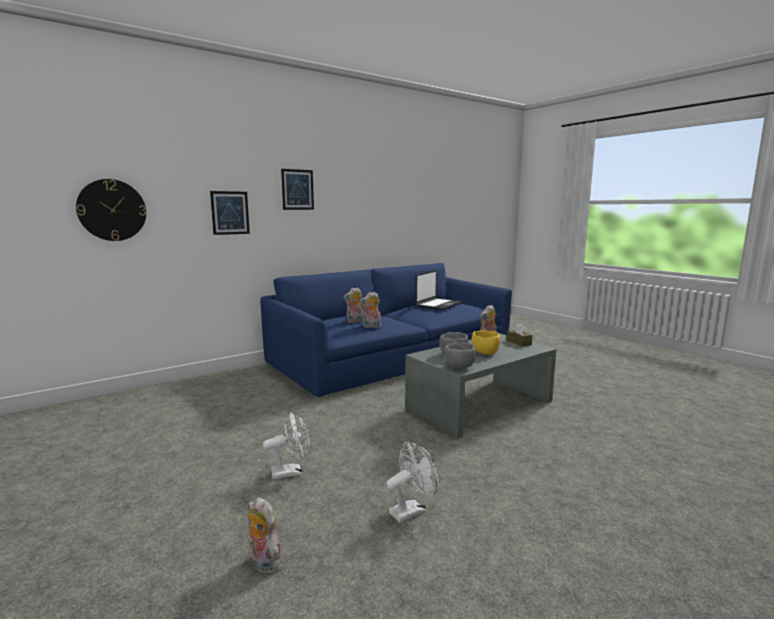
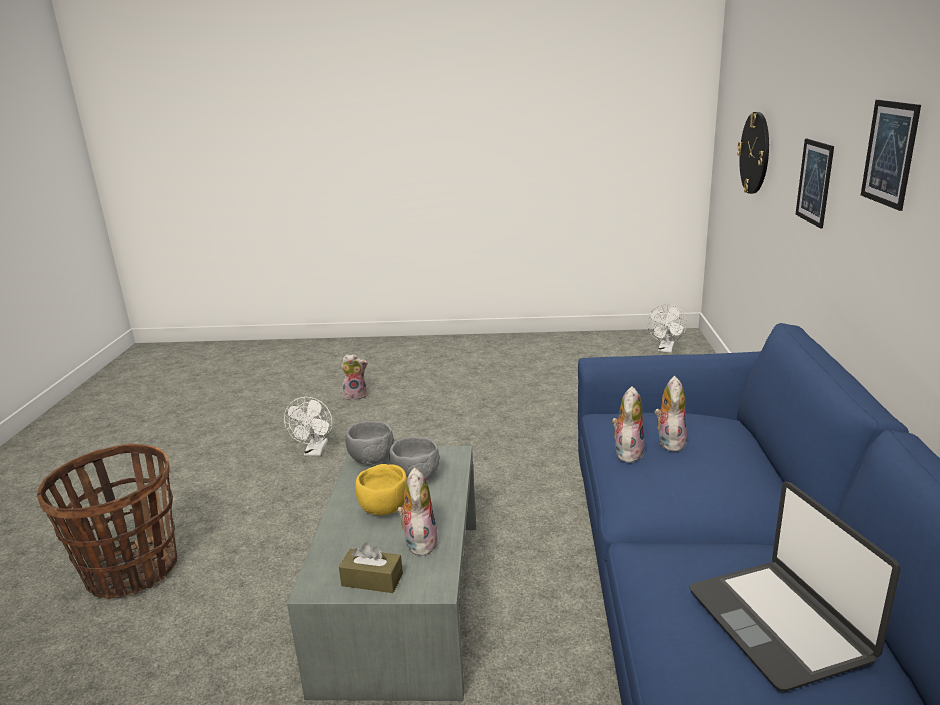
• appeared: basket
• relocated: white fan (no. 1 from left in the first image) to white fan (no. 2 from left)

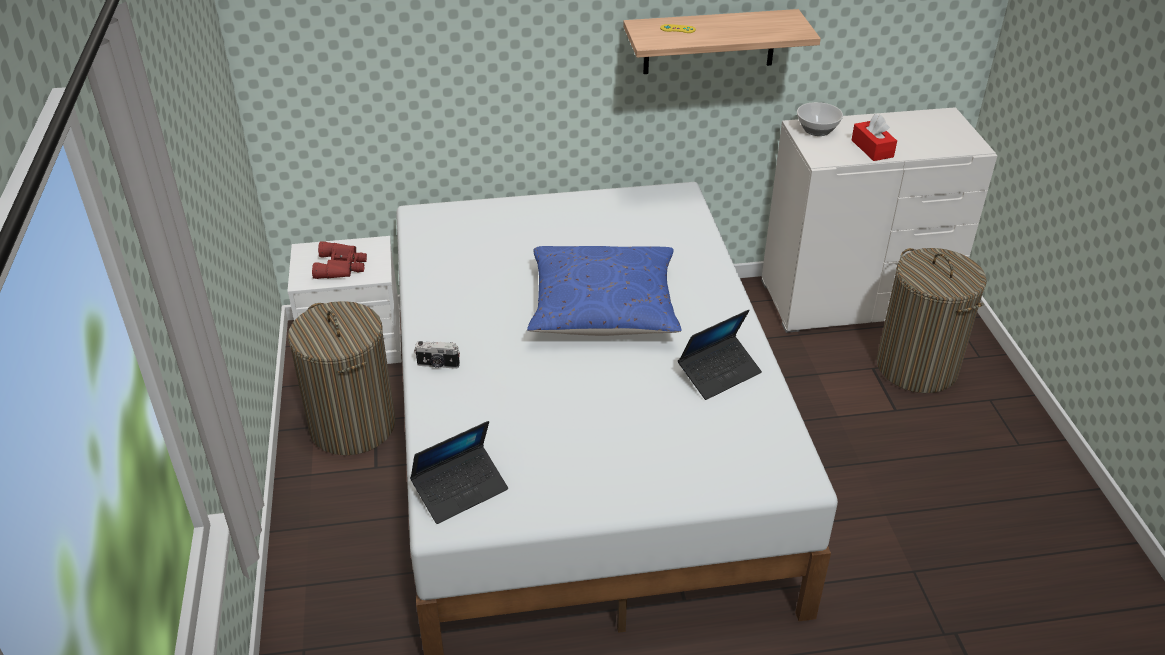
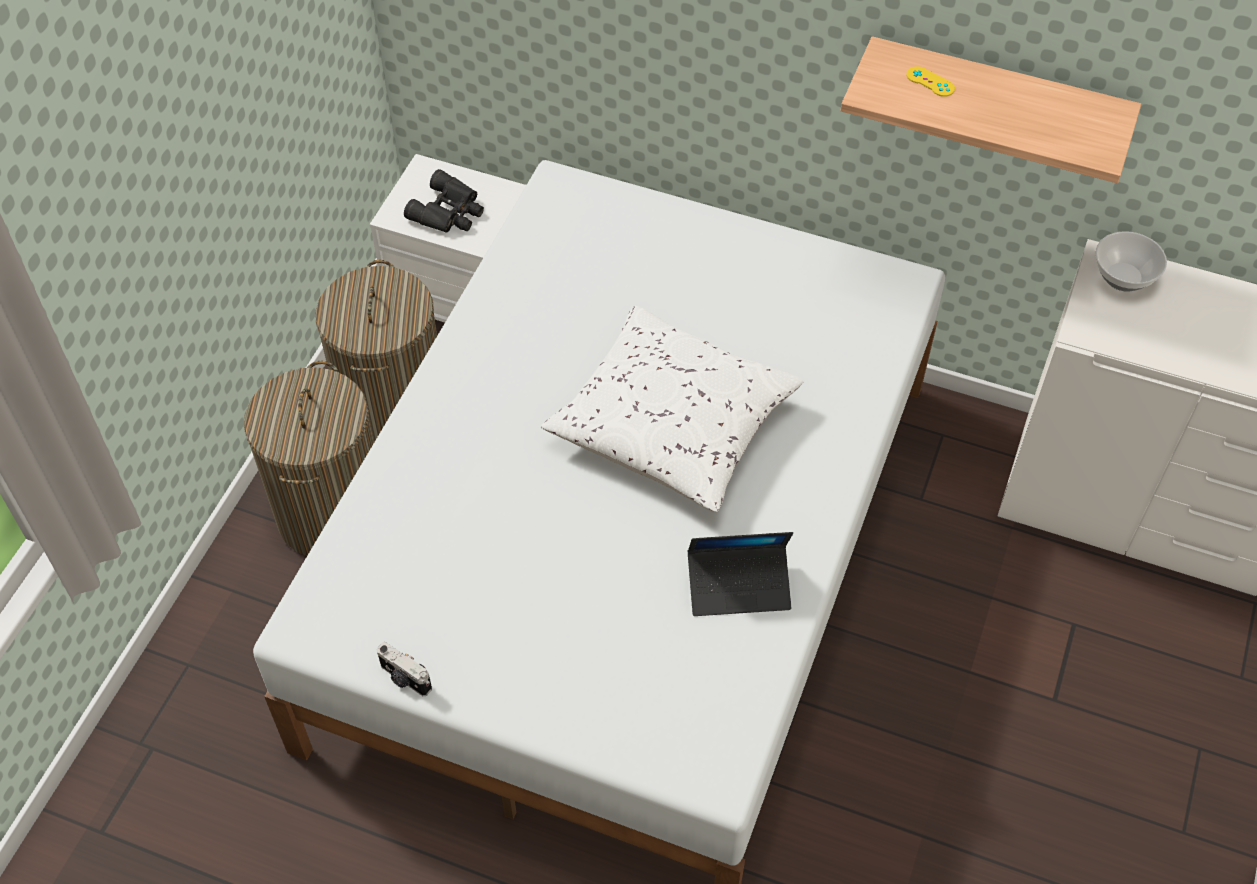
• relocated: laundry basket (no. 2 from left in the first image) to laundry basket (no. 1 from left)
• relocated: photo camera
• colour: red binoculars to black binoculars
• colour: blue pillow to white pillow
• missing: laptop (no. 1 from left)
• missing: red tissue box

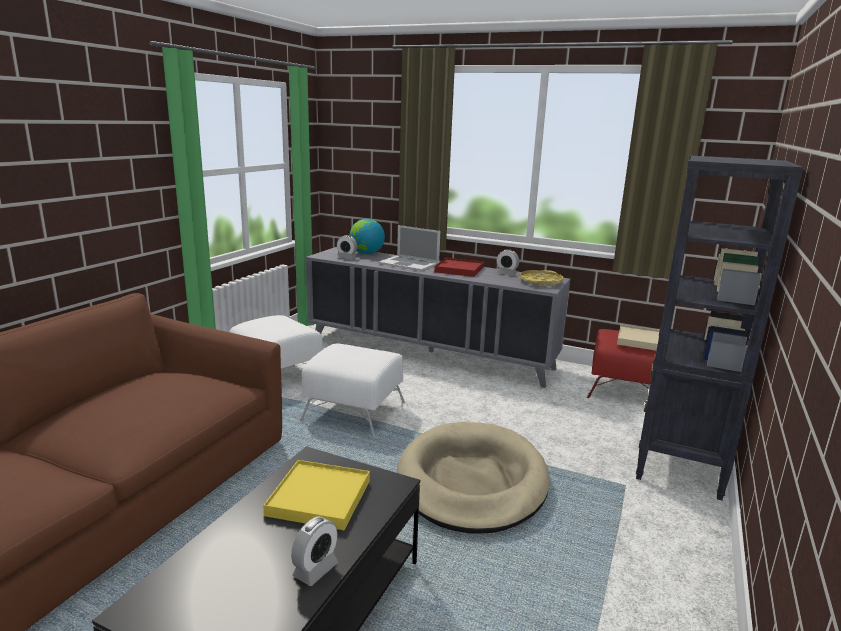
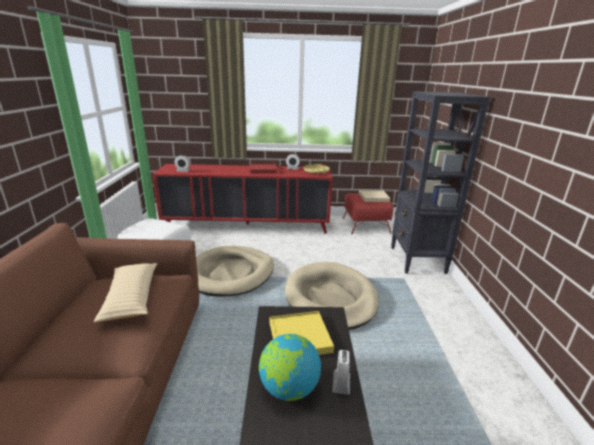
• appeared: beige pillow
• colour: grey cabinet to red cabinet
• exchanged: white ottoman (no. 2 from left) to beige dog bed (no. 1 from left)
• relocated: globe
• missing: laptop

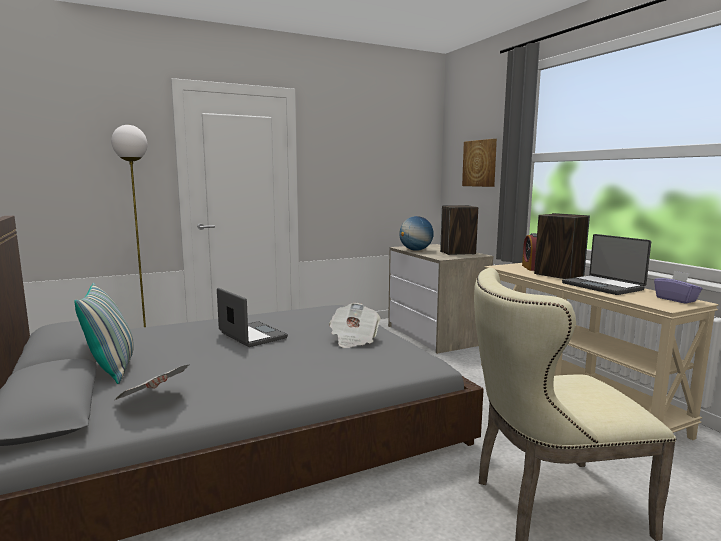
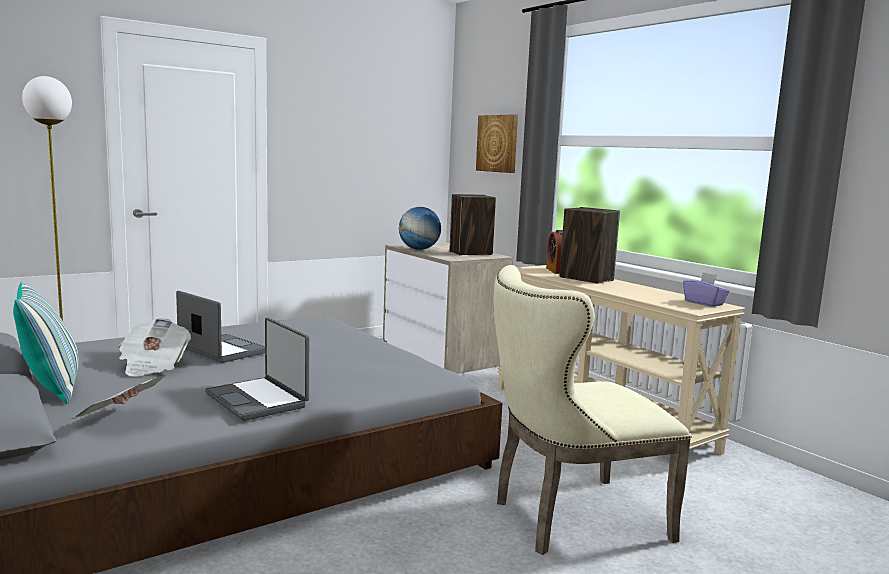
• relocated: newspaper (no. 2 from left)
• relocated: laptop (no. 2 from left)

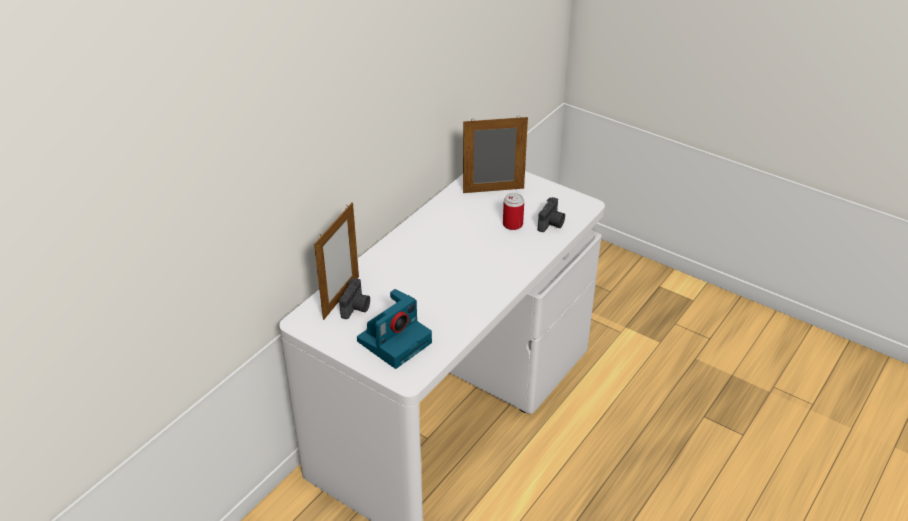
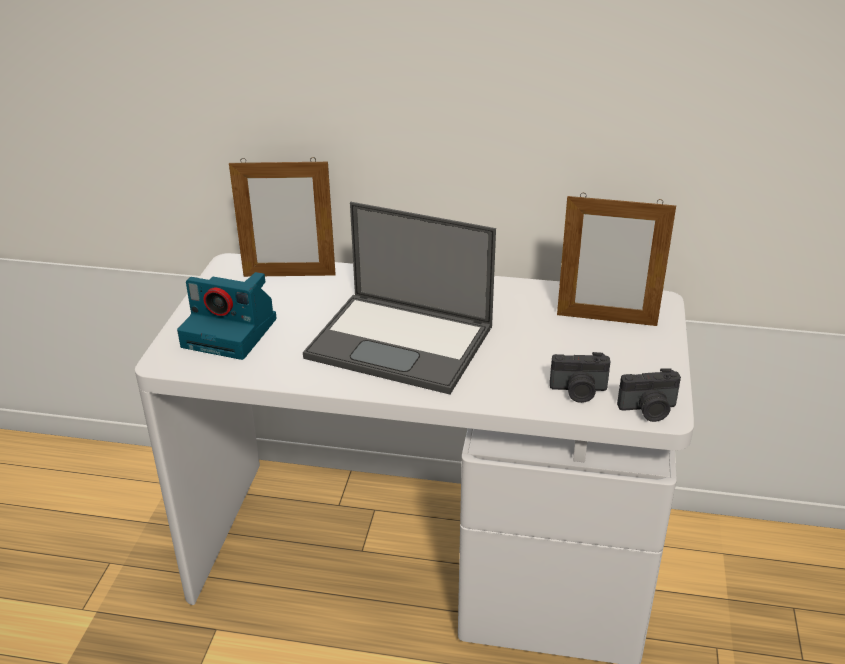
• appeared: laptop
• spun: picture frame (no. 2 from left) 135 degrees clockwise
• relocated: photo camera (no. 1 from left in the first image) to photo camera (no. 3 from left)
• missing: can

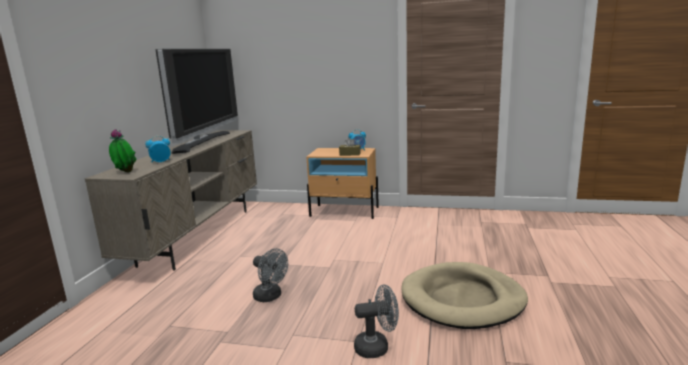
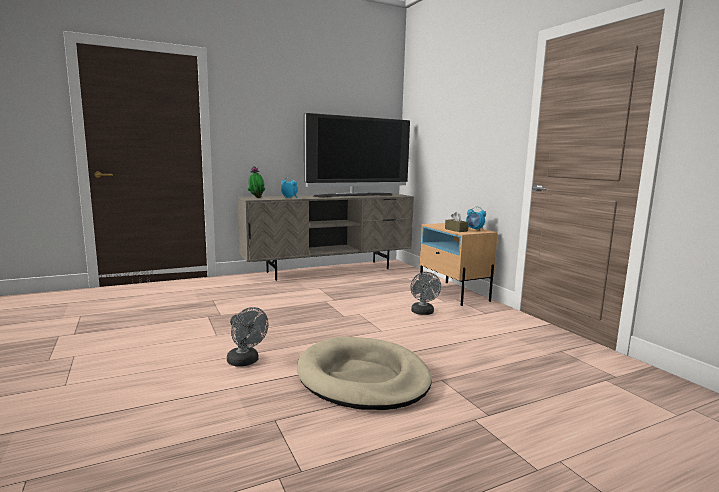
• relocated: grey fan (no. 1 from left in the first image) to grey fan (no. 2 from left)

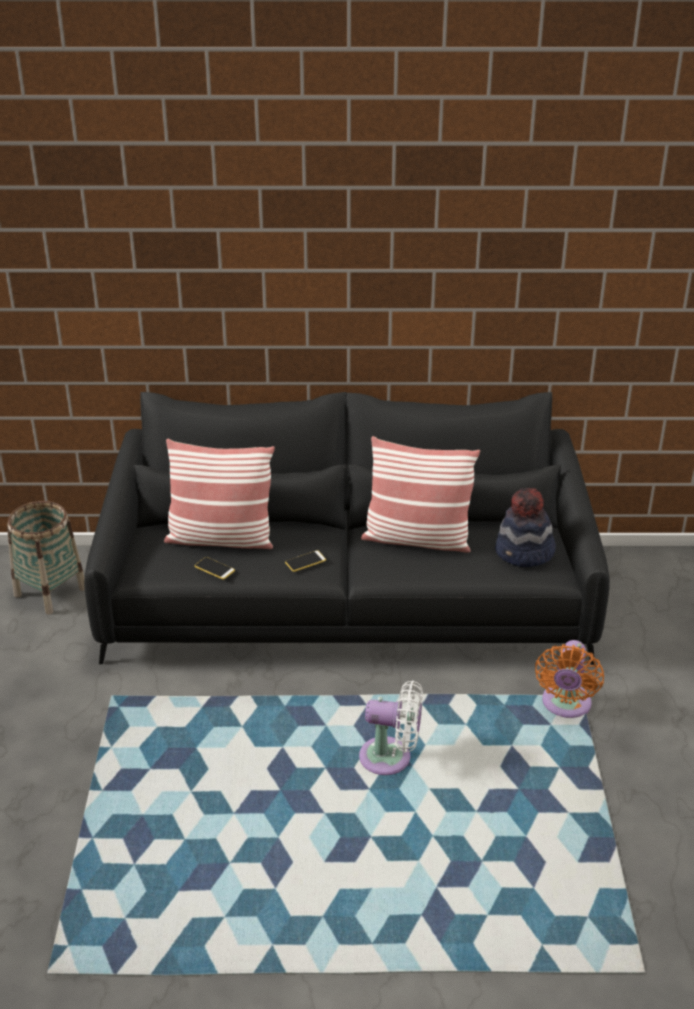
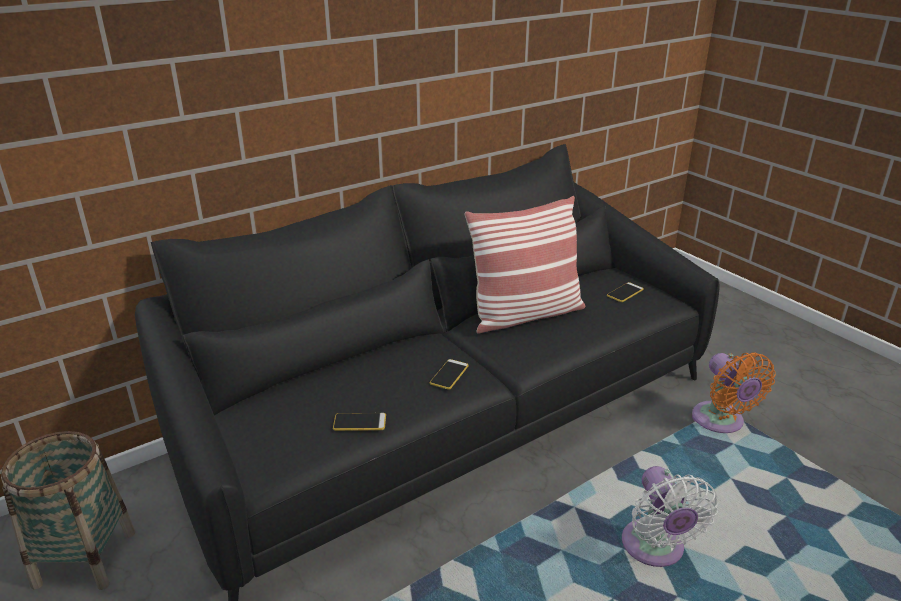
• exchanged: hat to phone (no. 3 from left)
• spun: white fan 105 degrees clockwise
• missing: pillow (no. 1 from left)

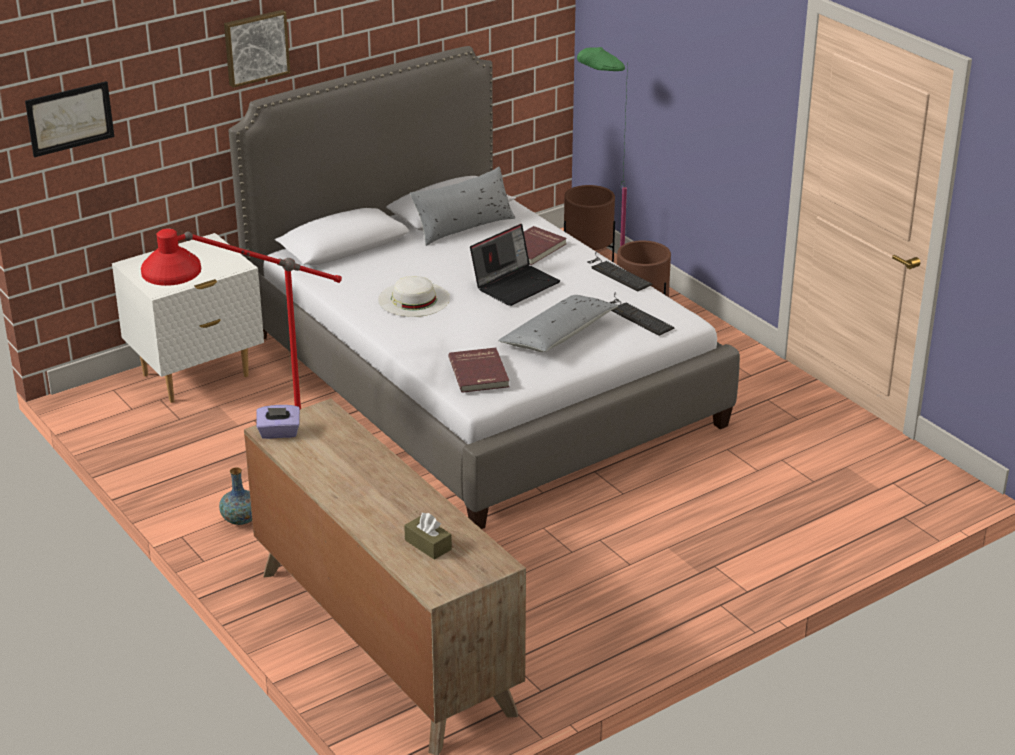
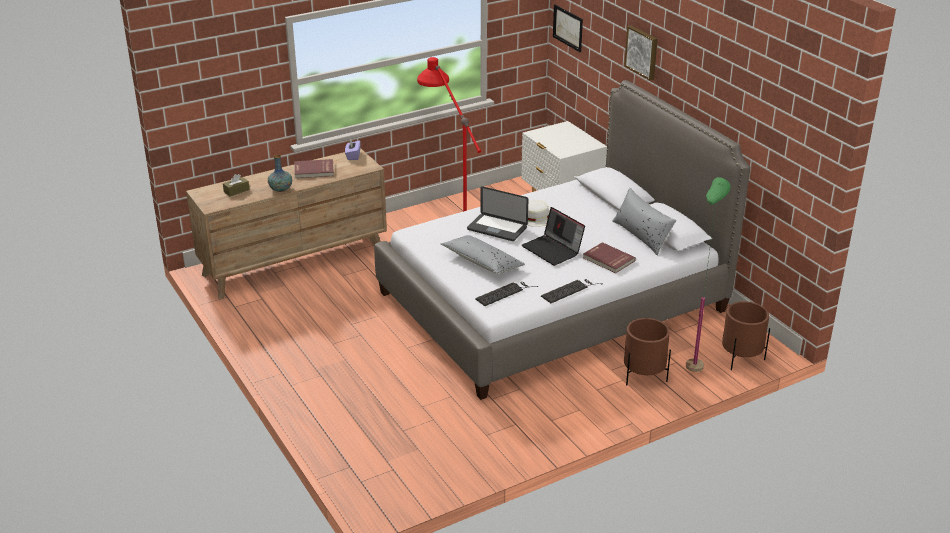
• relocated: vase
• relocated: red book (no. 1 from left)
• appeared: laptop (no. 1 from left)

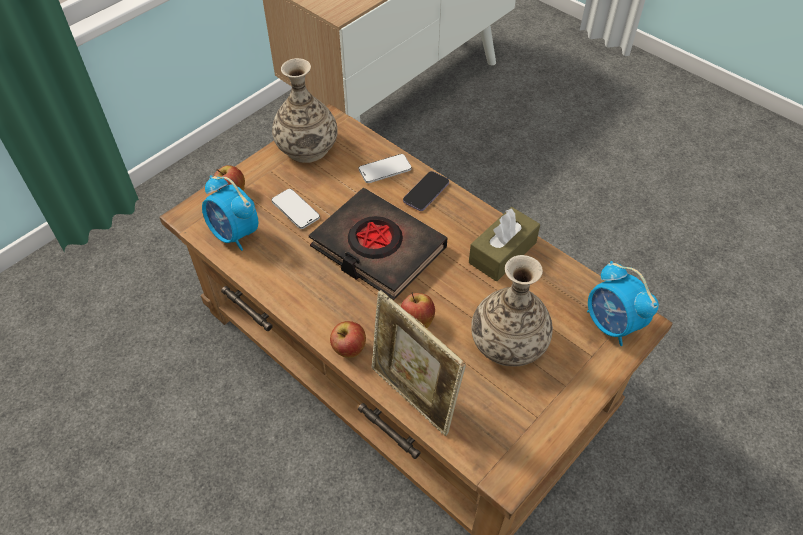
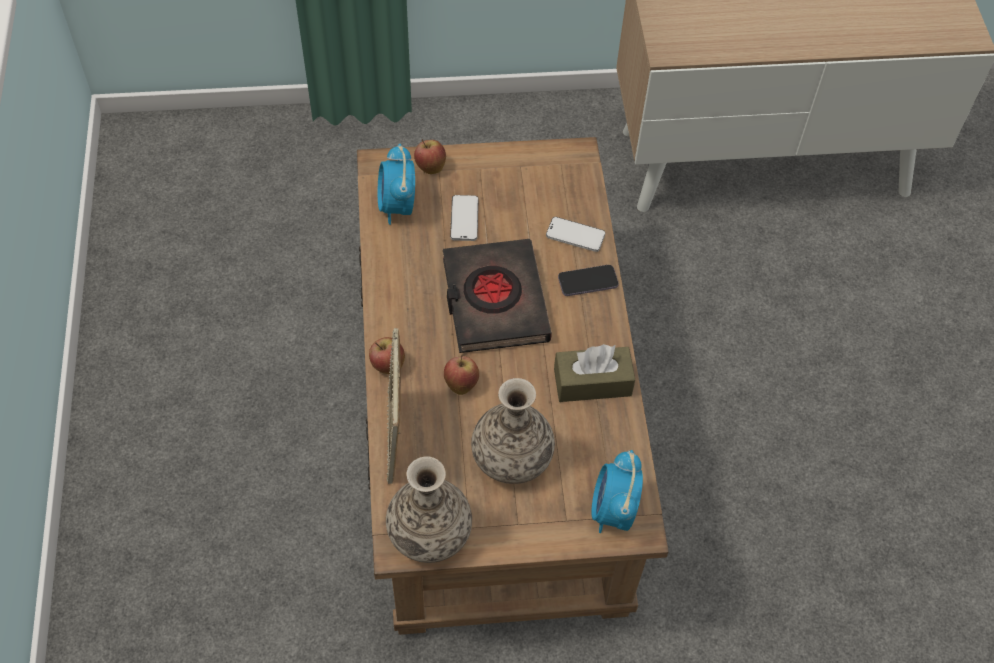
• relocated: vase (no. 1 from left)

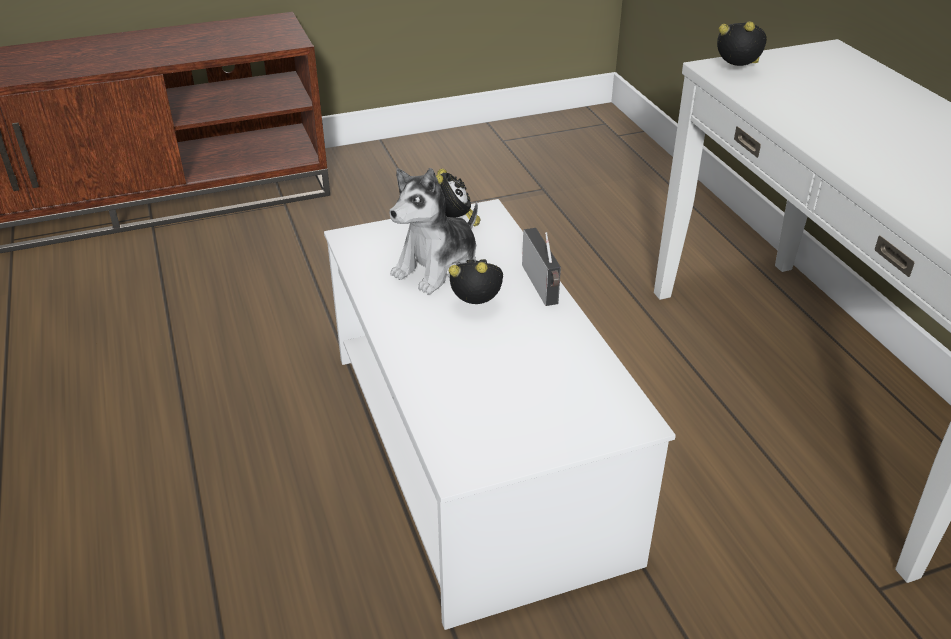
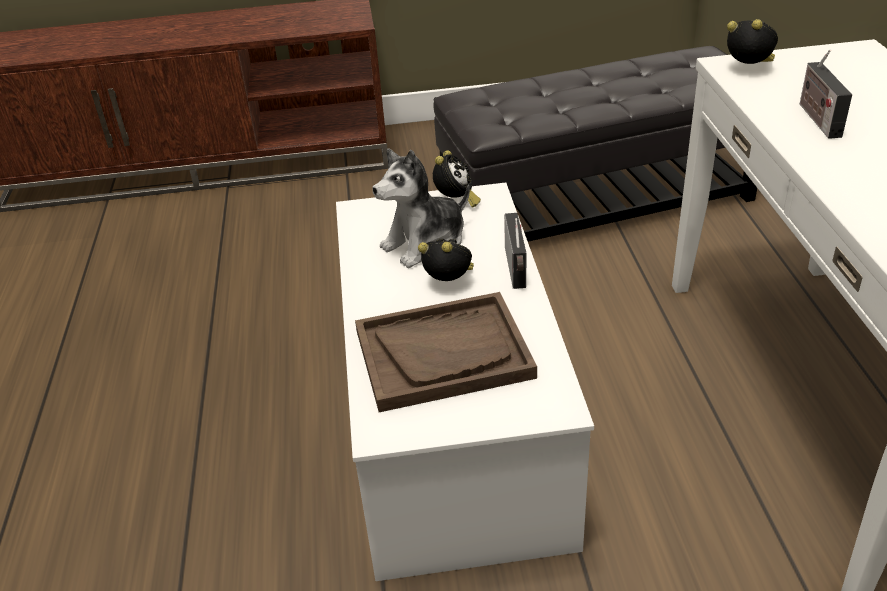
• appeared: brown tray
• appeared: black ottoman
• appeared: radio (no. 2 from left)

